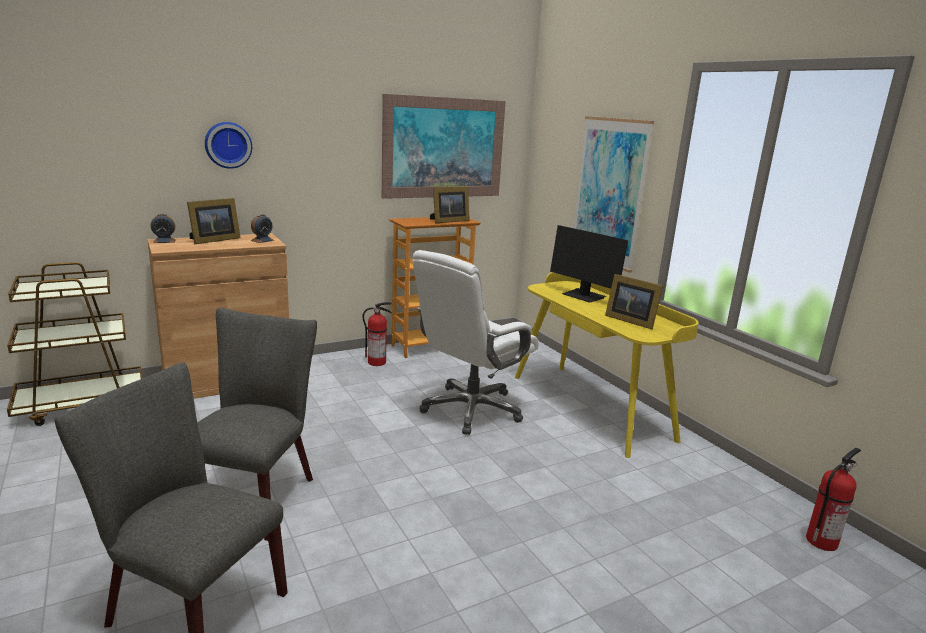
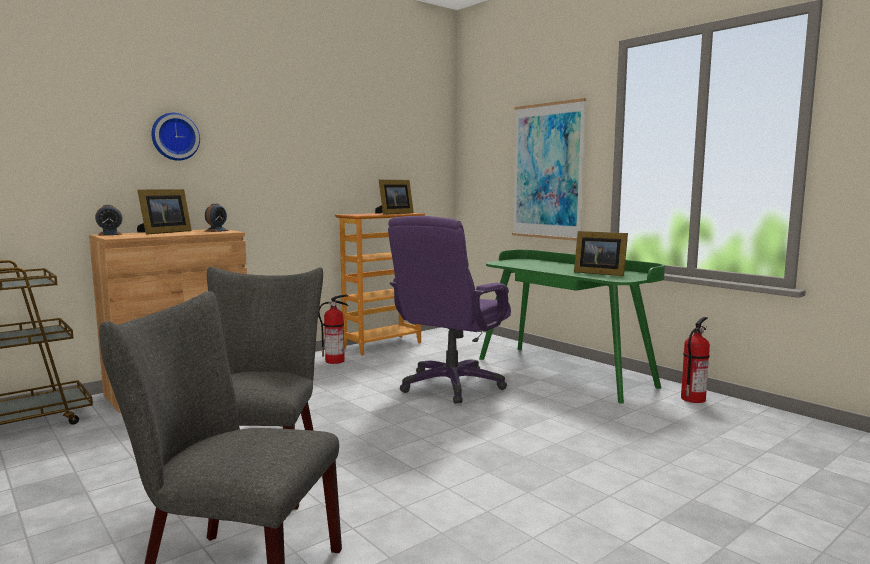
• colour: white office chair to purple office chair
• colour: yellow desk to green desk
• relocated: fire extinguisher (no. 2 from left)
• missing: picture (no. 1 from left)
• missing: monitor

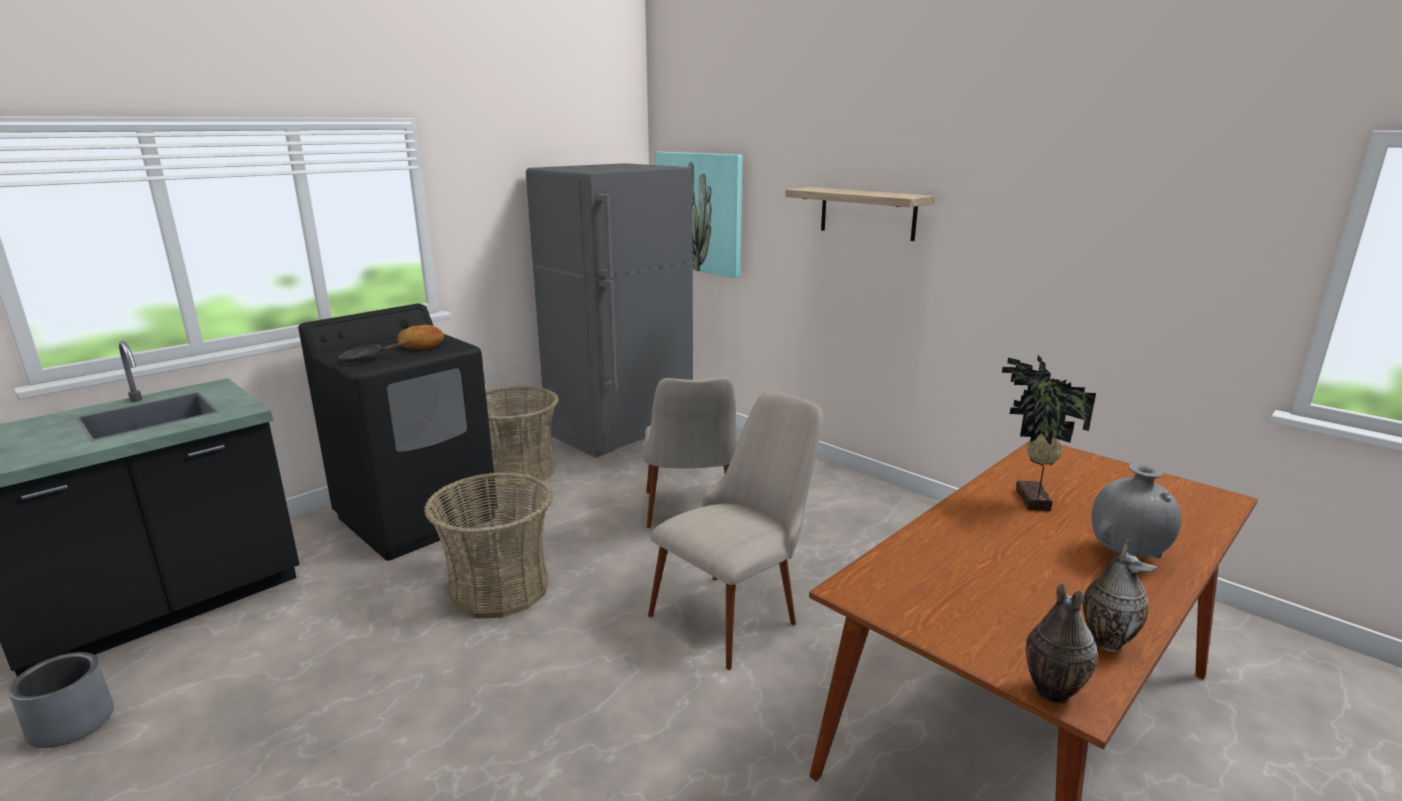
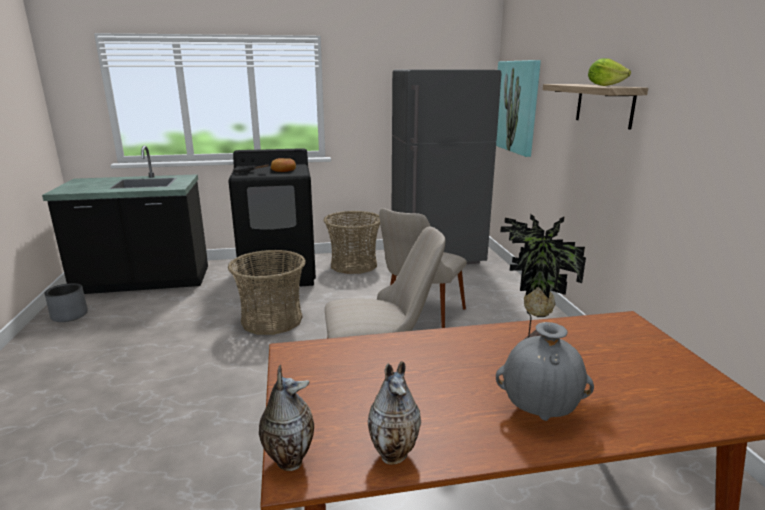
• appeared: lettuce

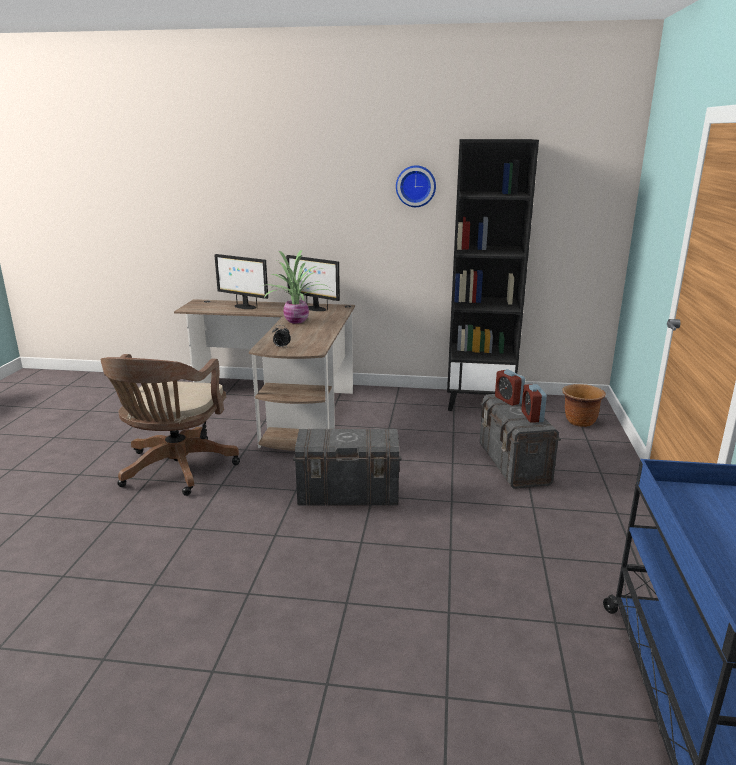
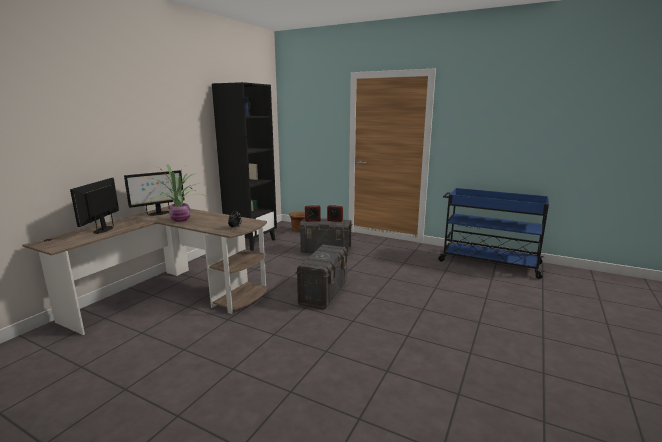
• spun: monitor (no. 1 from left) 135 degrees clockwise
• missing: brown office chair
• missing: wall clock

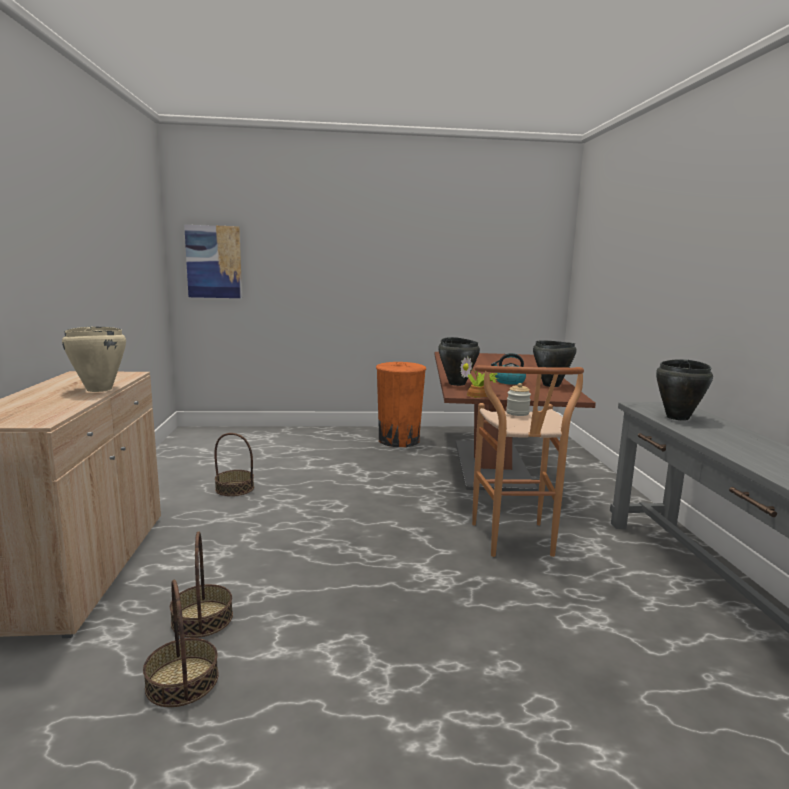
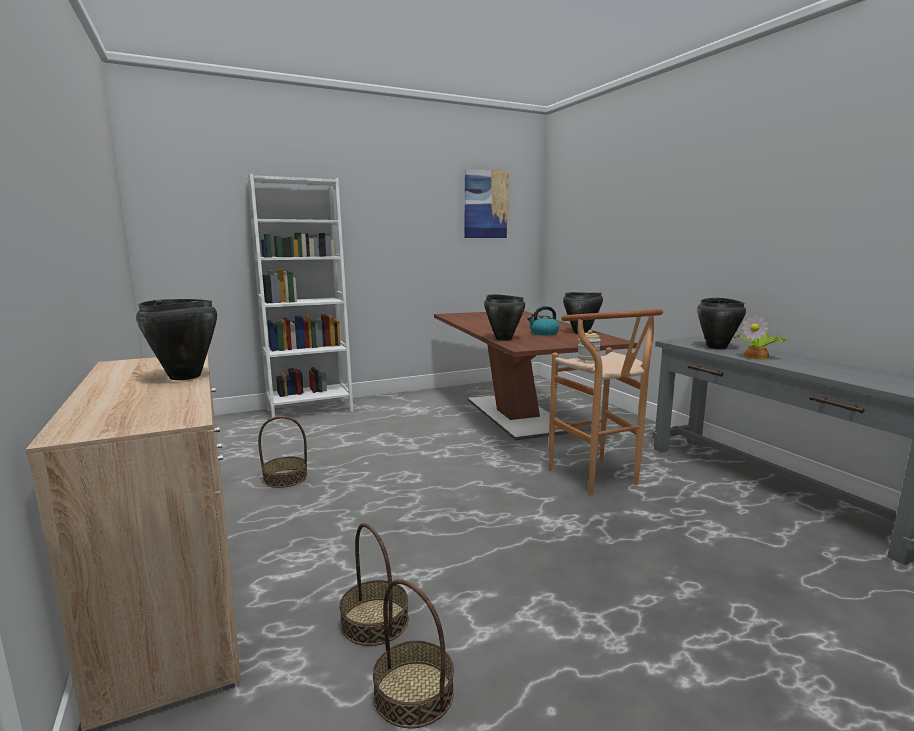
• colour: beige cooking pot to black cooking pot (no. 1 from left)
• appeared: white bookcase
• relocated: picture
• relocated: potted plant
• missing: orange trash can

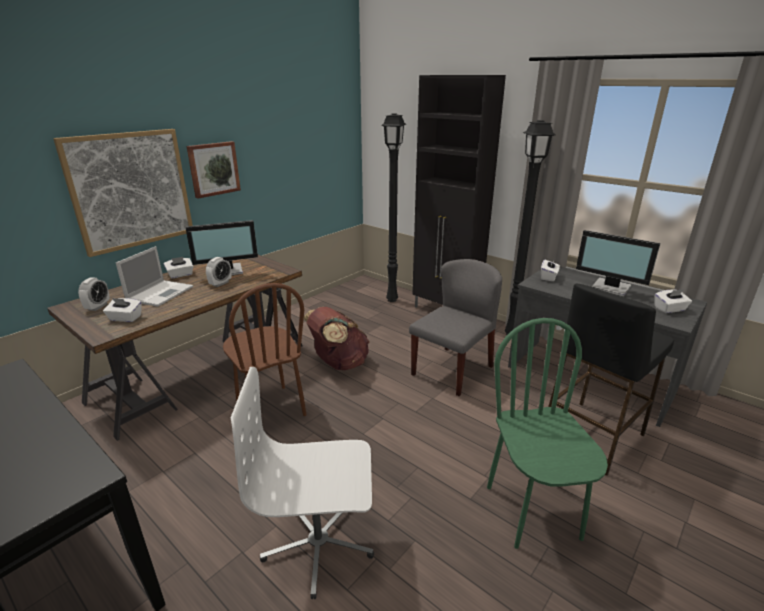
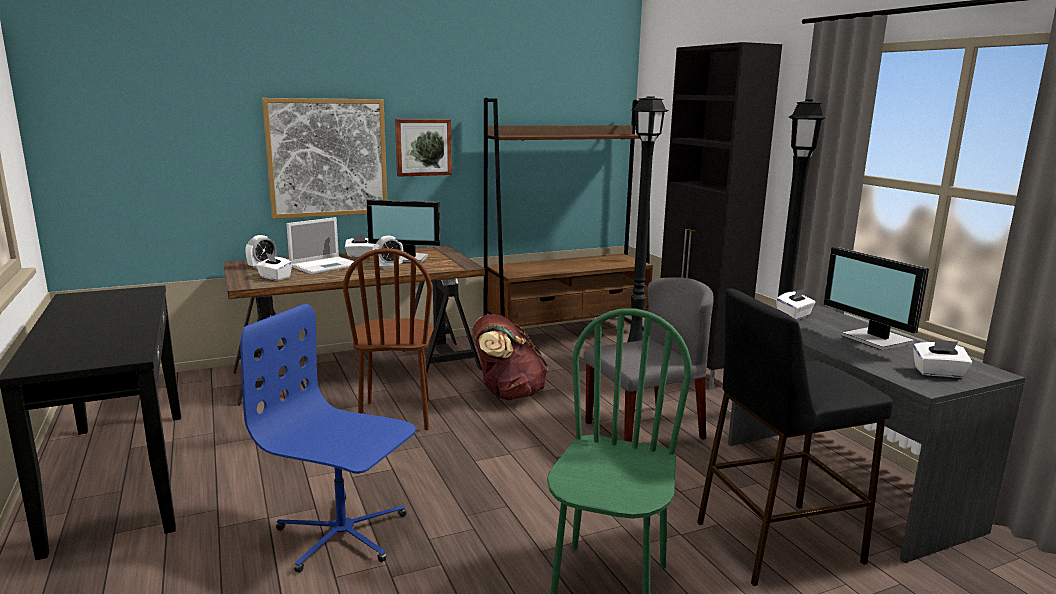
• colour: white office chair to blue office chair
• appeared: brown bookcase

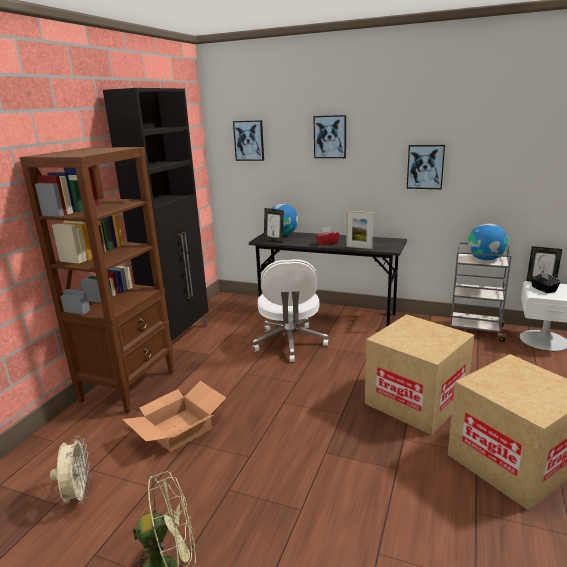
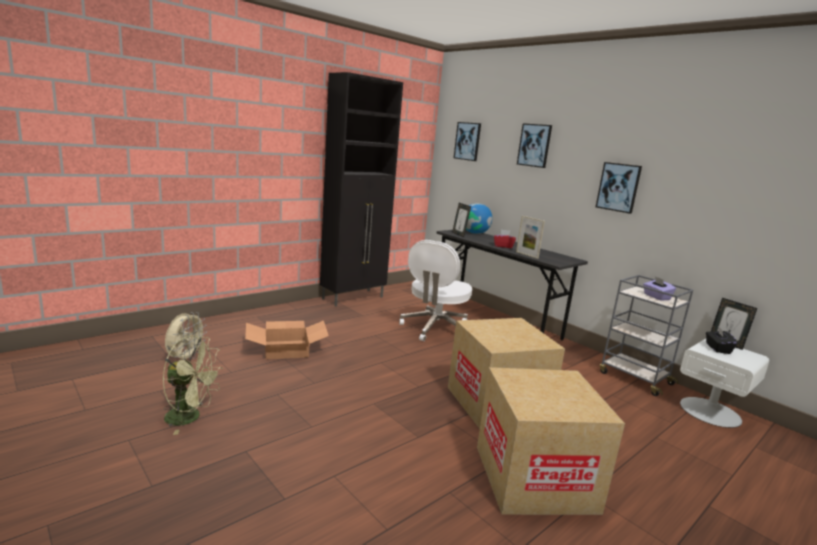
• exchanged: globe (no. 2 from left) to purple tissue box
• missing: brown bookcase

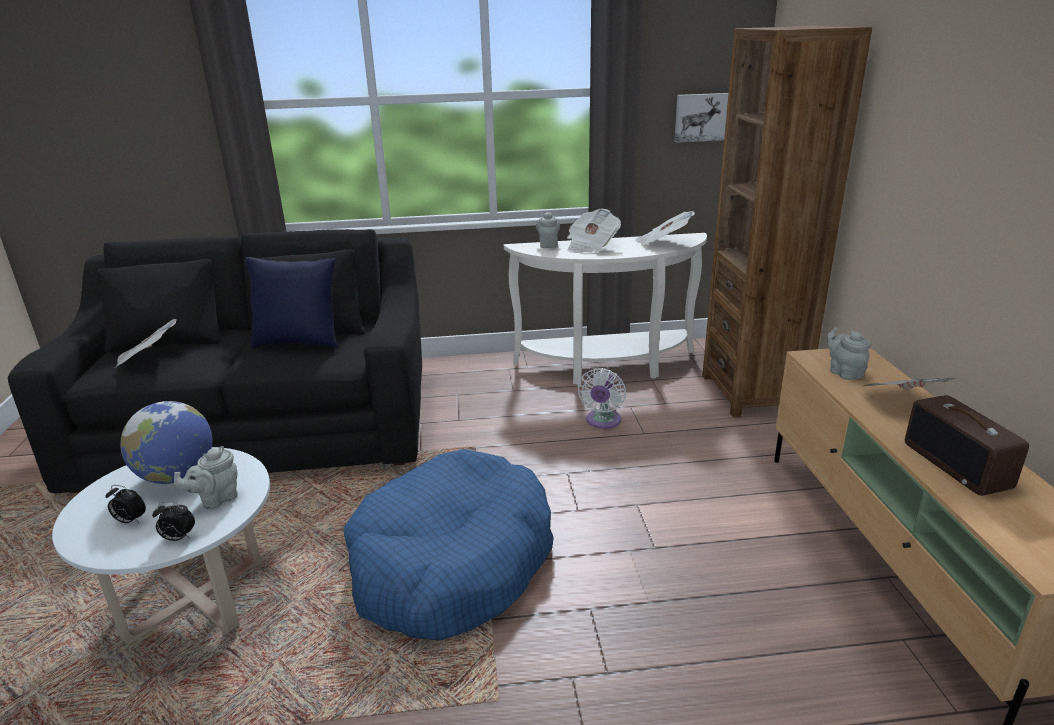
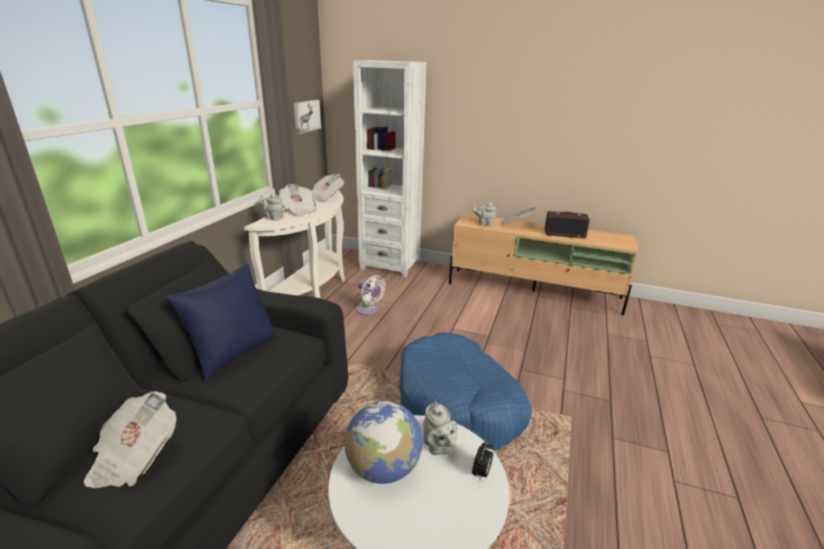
• colour: brown bookcase to white bookcase
• missing: alarm clock (no. 1 from left)

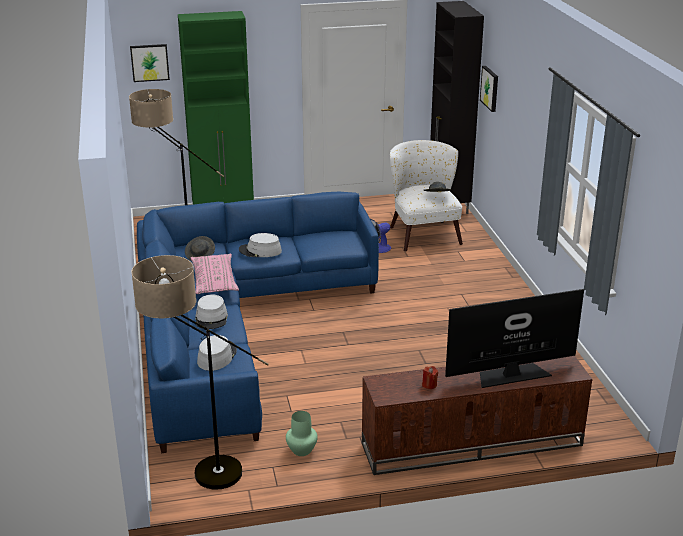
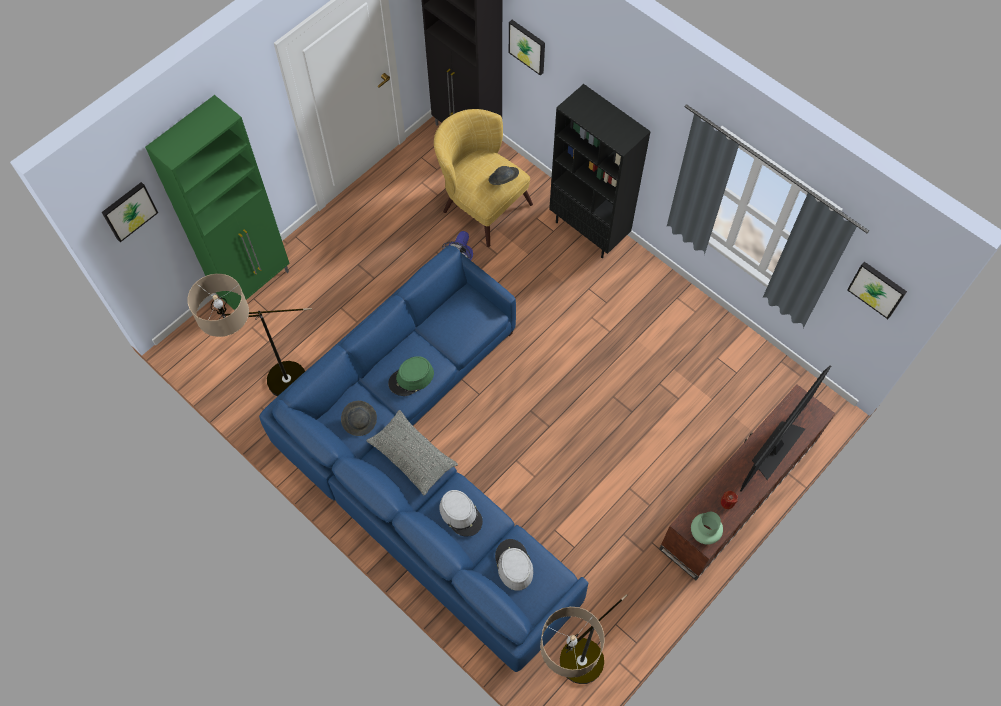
• colour: pink pillow to grey pillow
• colour: grey hat (no. 4 from left) to green hat
• colour: white armchair to yellow armchair
• appeared: black bookcase
• relocated: green vase
• appeared: picture (no. 3 from left)

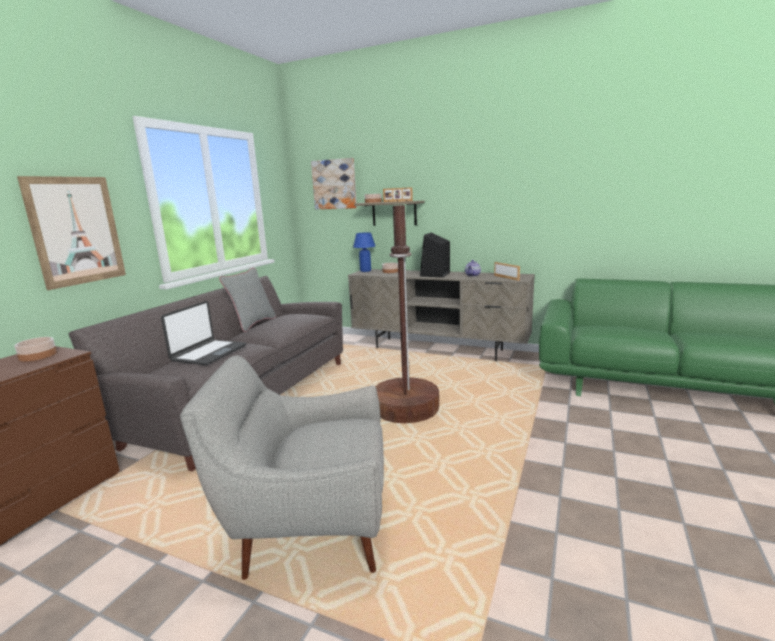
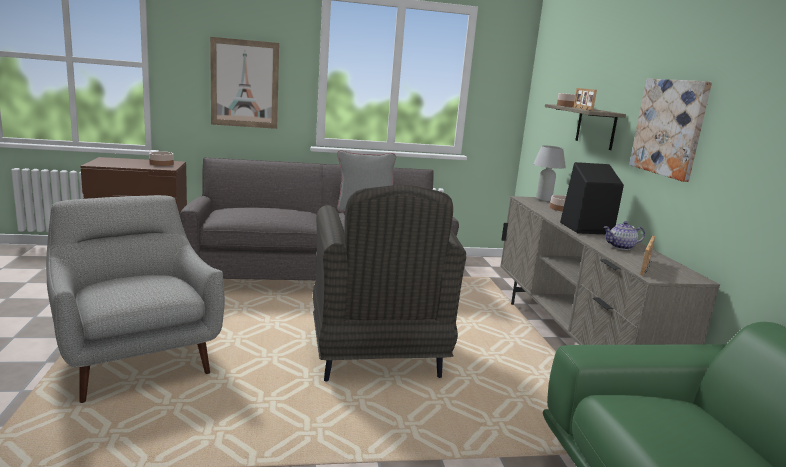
• exchanged: brown floor lamp to grey armchair (no. 2 from left)
• colour: blue table lamp to white table lamp
• relocated: picture (no. 2 from left)
• missing: laptop

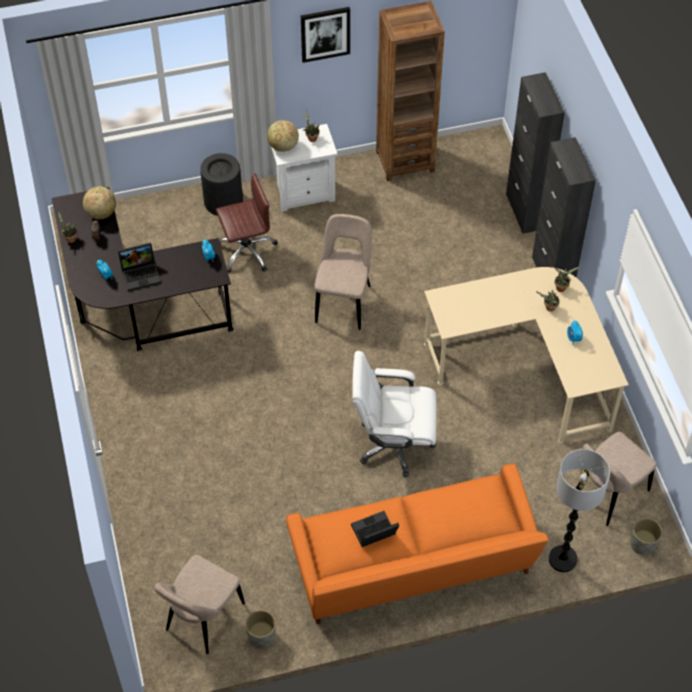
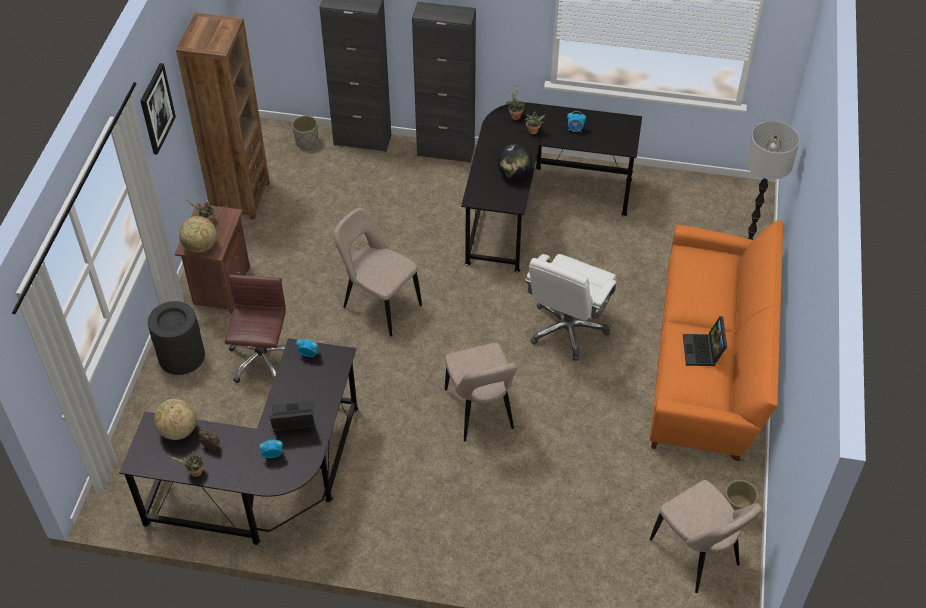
• colour: white nightstand to brown nightstand
• spun: laptop (no. 1 from left) 105 degrees counterclockwise
• relocated: grey planter (no. 2 from left in the first image) to grey planter (no. 1 from left)
• relocated: beige chair (no. 3 from left in the first image) to beige chair (no. 2 from left)
• colour: beige desk to black desk (no. 2 from left)
• appeared: globe (no. 3 from left)

